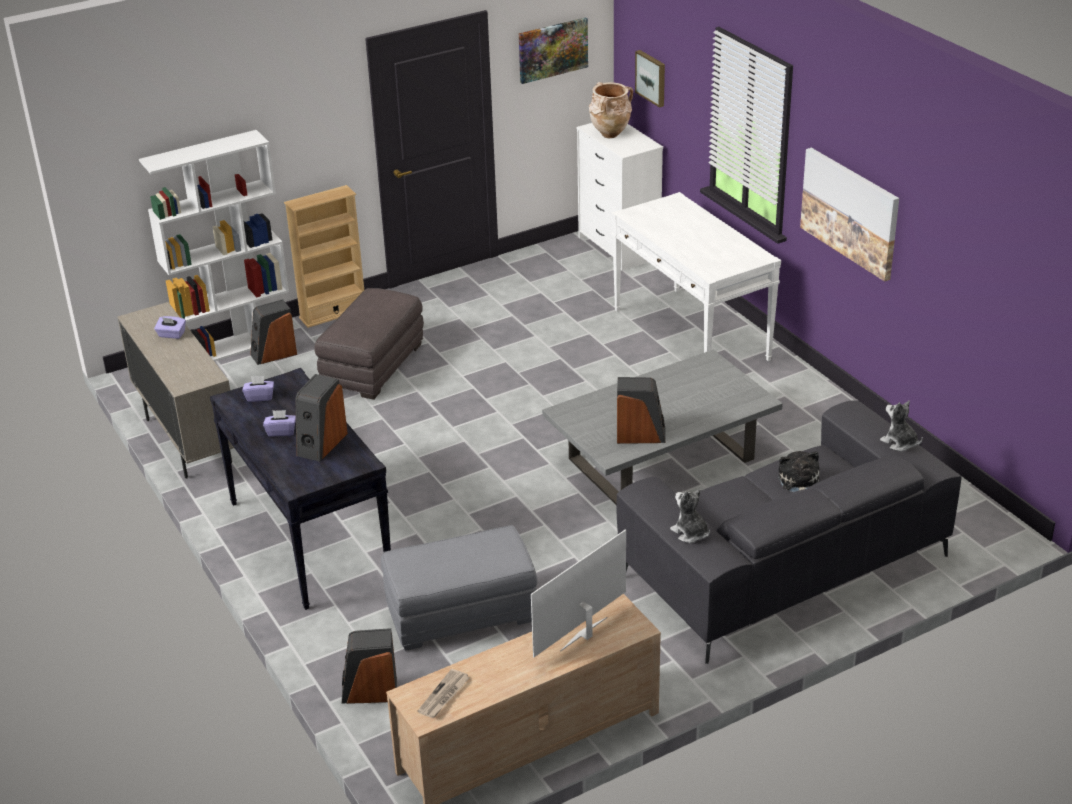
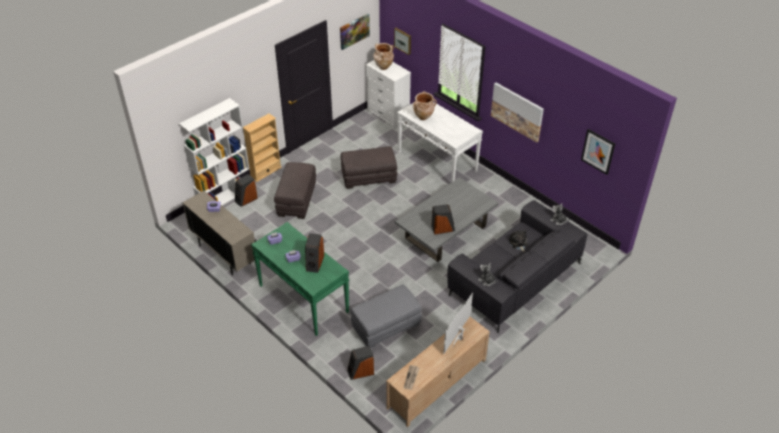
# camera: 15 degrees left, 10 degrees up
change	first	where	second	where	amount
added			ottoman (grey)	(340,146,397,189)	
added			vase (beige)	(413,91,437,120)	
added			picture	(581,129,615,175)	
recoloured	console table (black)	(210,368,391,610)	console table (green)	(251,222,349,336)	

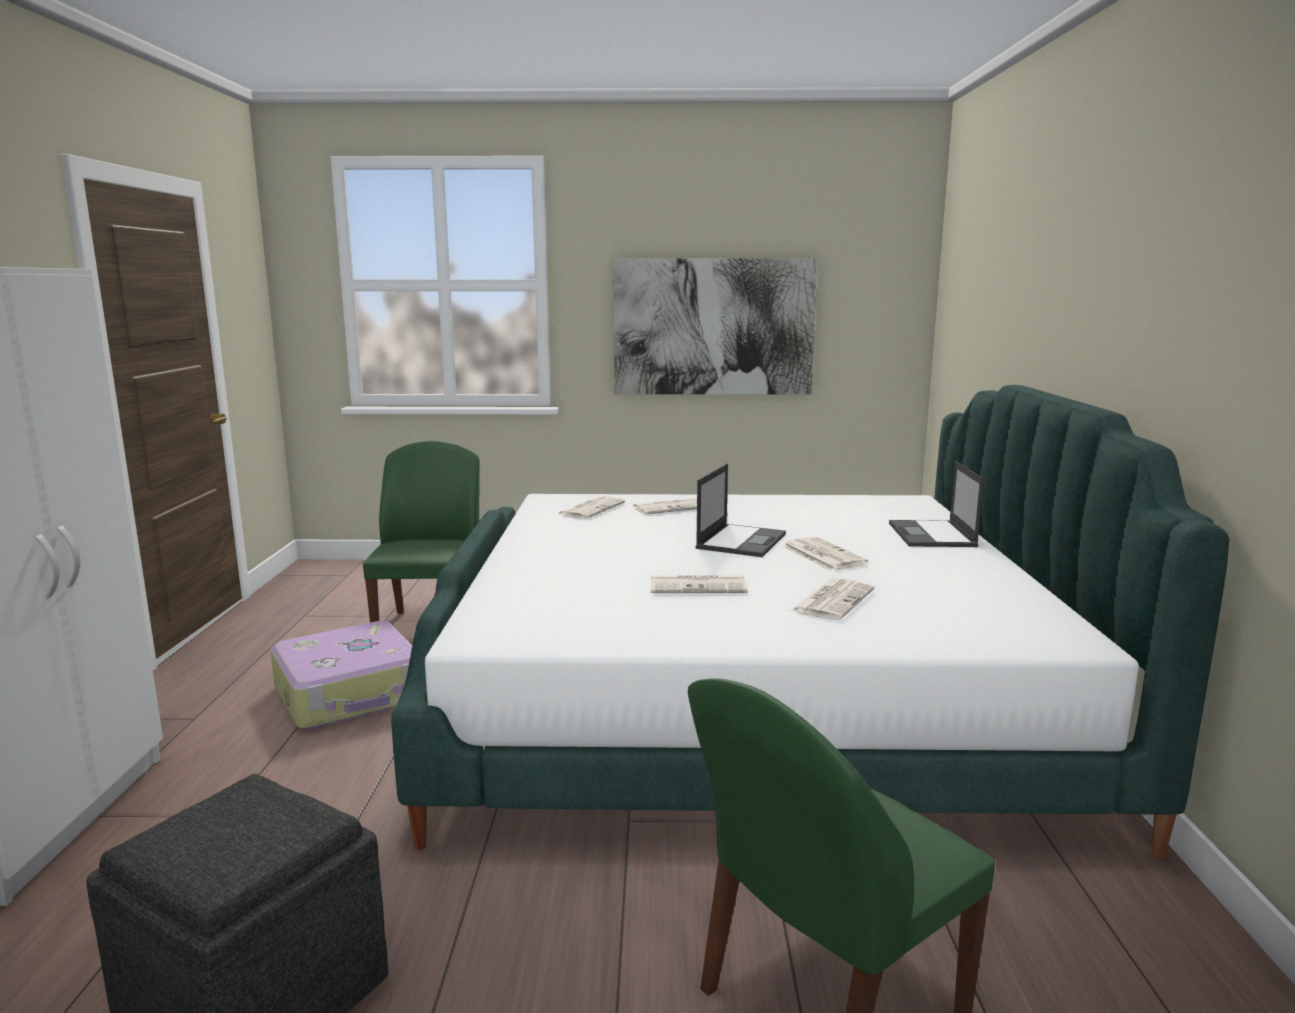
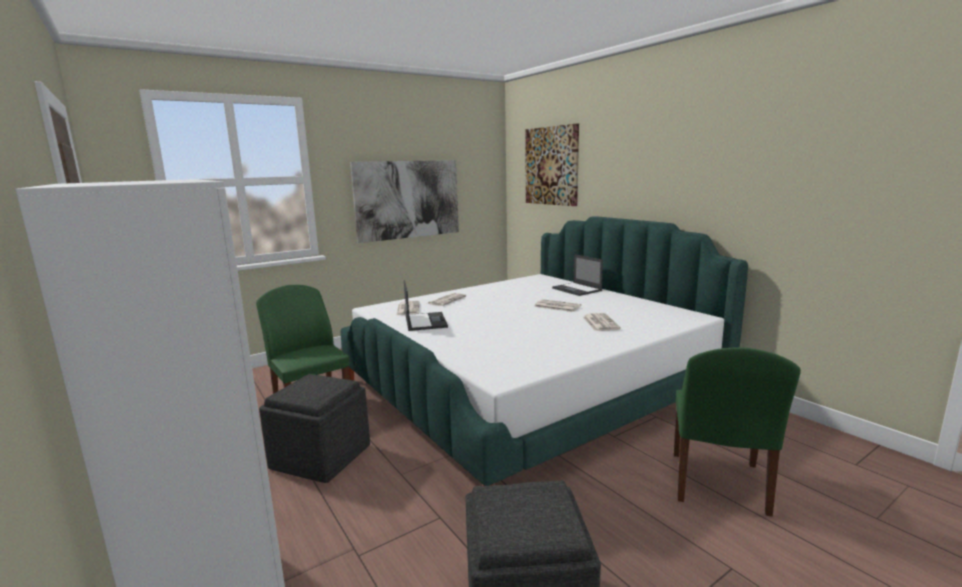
# camera: 35 degrees left, 0 degrees up
change	first	where	second	where	amount
removed	newspaper	(651,575,748,593)			
added			picture	(525,123,579,206)	
moved	laptop	(696,463,786,557)		(404,280,448,331)	
replaced	suitcase	(270,621,412,729)	ottoman (grey)	(259,374,370,483)	

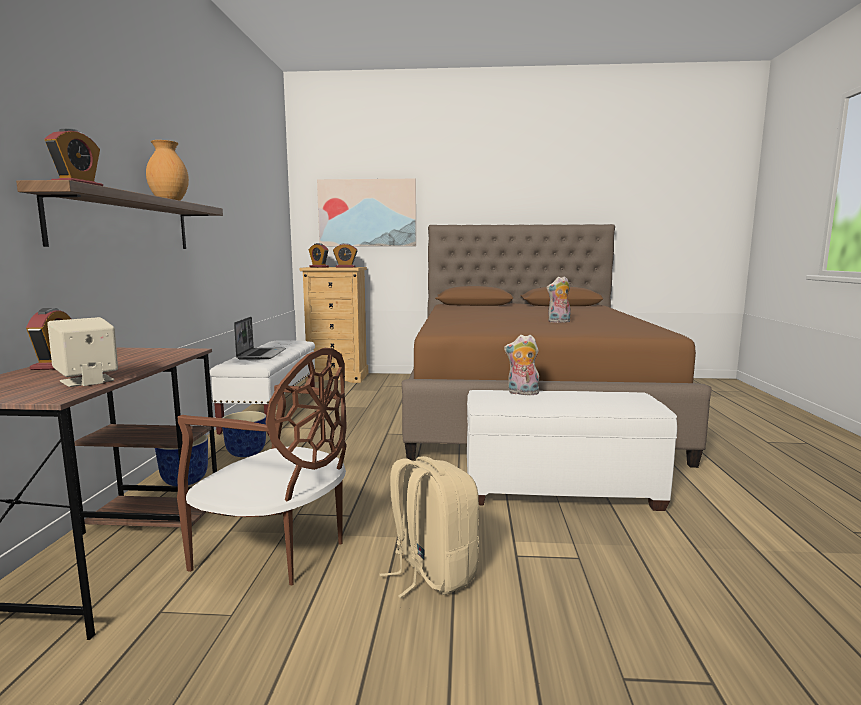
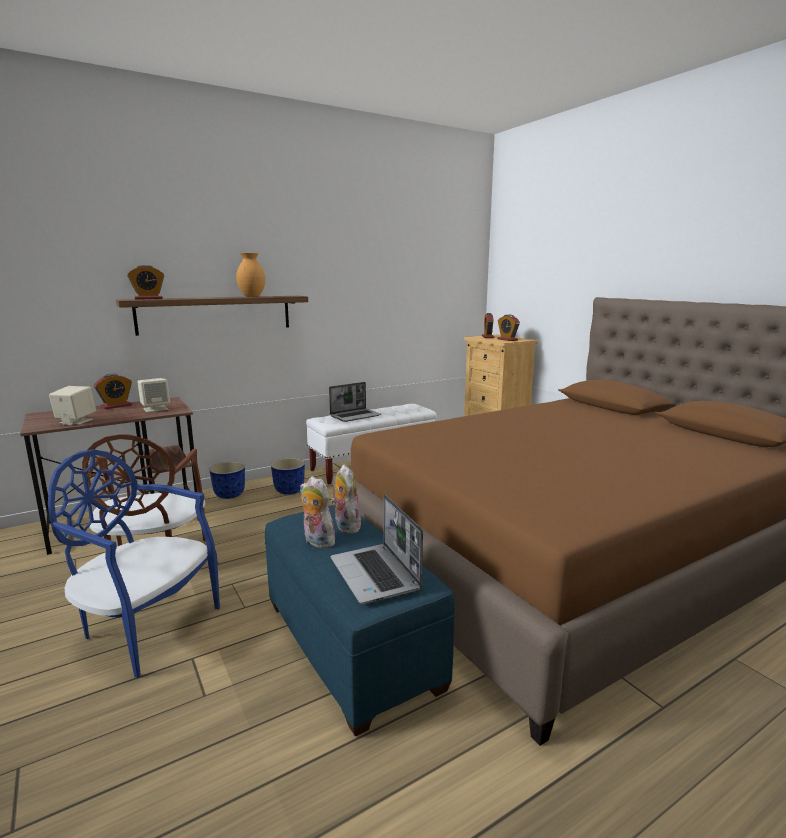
# camera: 55 degrees right, 5 degrees up
change	first	where	second	where	amount
removed	picture	(317,179,416,246)			
added			speaker (beige)	(137,378,170,413)	
added			laptop	(330,494,423,604)	
moved	plush toy	(546,276,571,323)		(300,476,335,548)	
replaced	backpack (beige)	(379,456,479,598)	chair (blue)	(48,449,220,678)	
recoloured	ottoman (white)	(467,390,677,511)	ottoman (blue)	(265,505,456,737)	

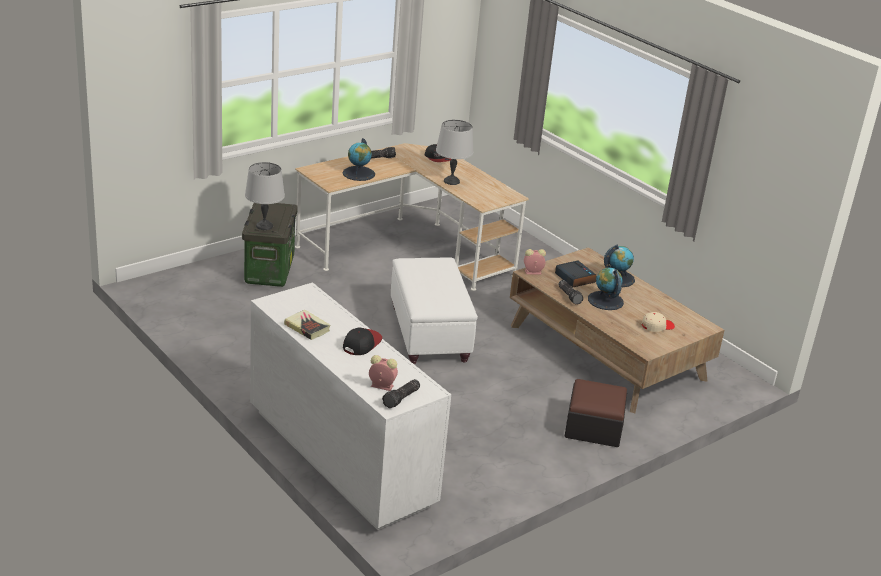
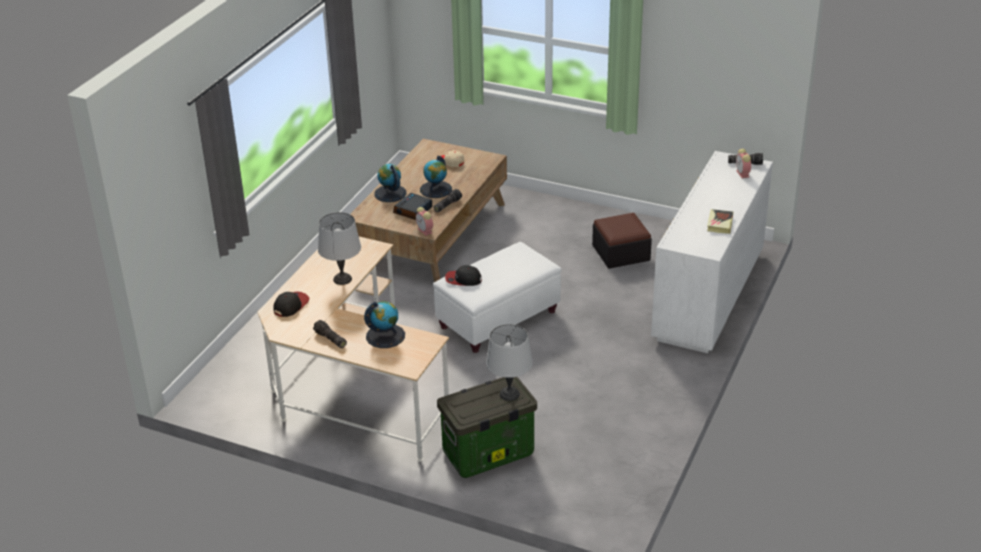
# camera: 115 degrees left, 5 degrees up
change	first	where	second	where	amount
moved	cap	(343,328,382,355)		(445,265,482,286)	
moved	ottoman	(564,379,627,447)		(592,213,652,269)	

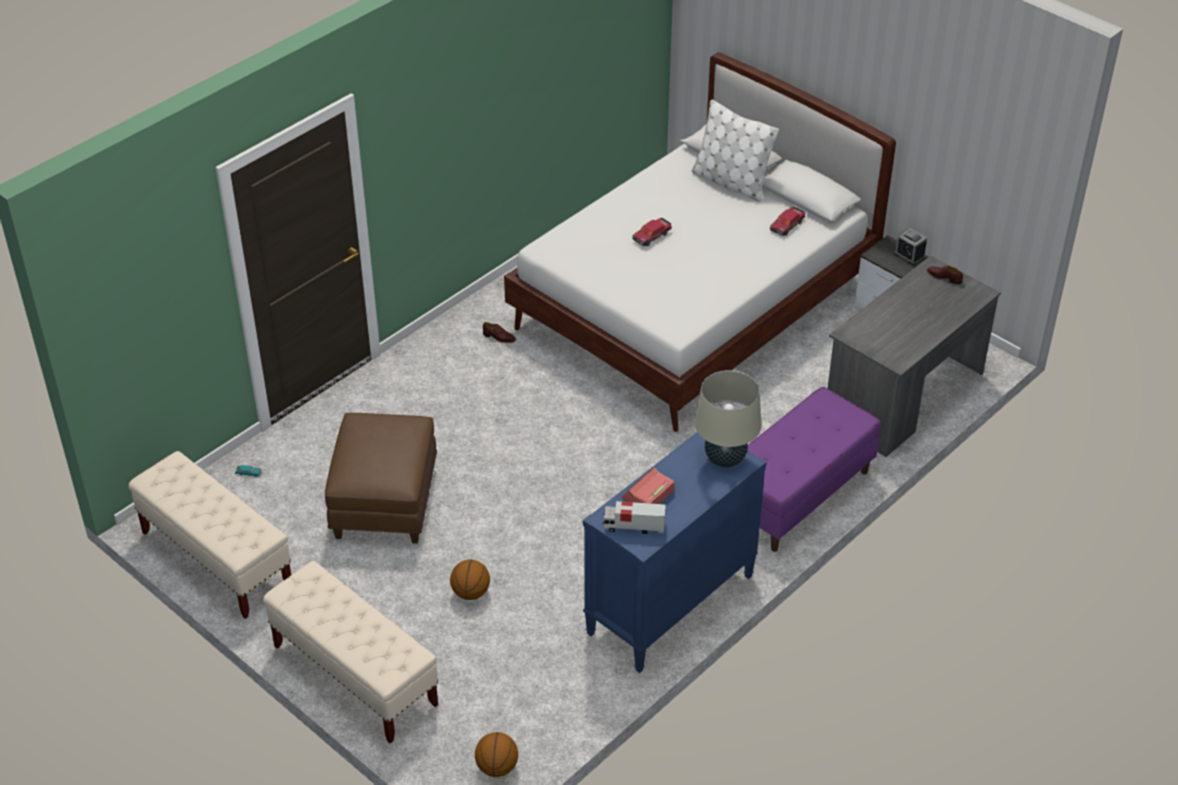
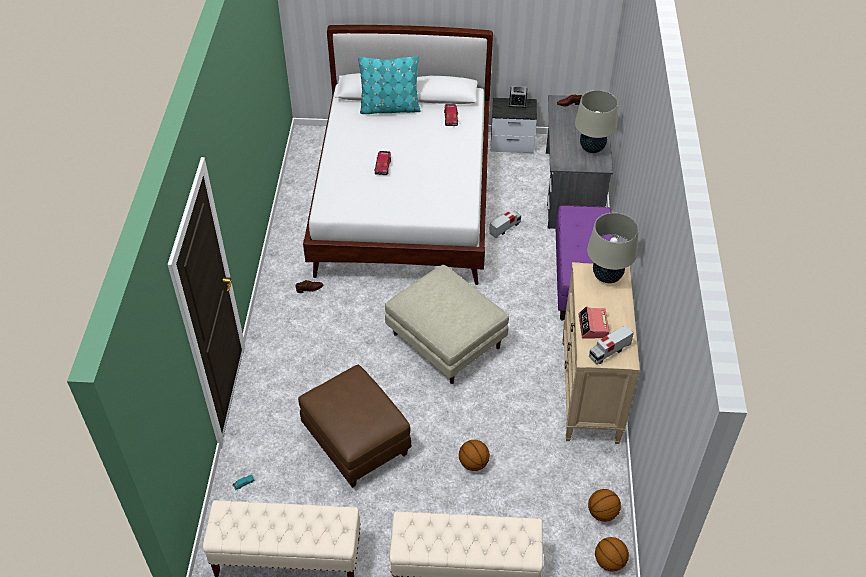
# camera: 40 degrees left, 5 degrees up
change	first	where	second	where	amount
added			ottoman (beige)	(385,265,509,384)	
added			toy truck	(489,210,521,238)	
added			table lamp (beige)	(575,90,618,153)	
added			basketball	(588,489,621,522)	
recoloured	dresser (blue)	(583,432,766,673)	dresser (beige)	(562,262,640,444)	
recoloured	pillow (white)	(692,99,779,202)	pillow (turquoise)	(358,56,420,114)	

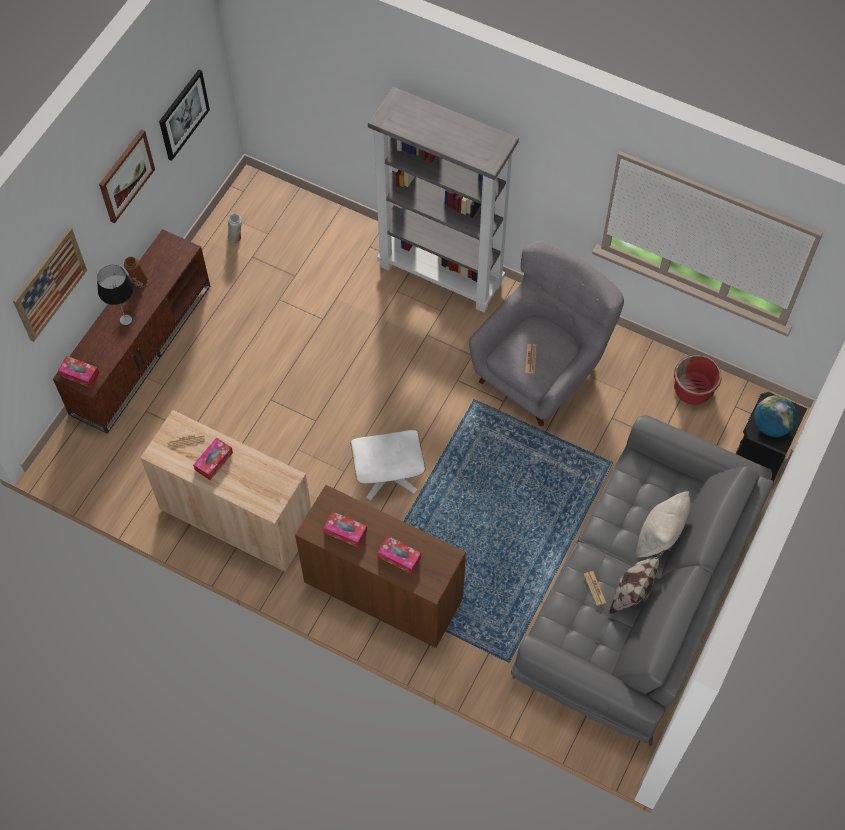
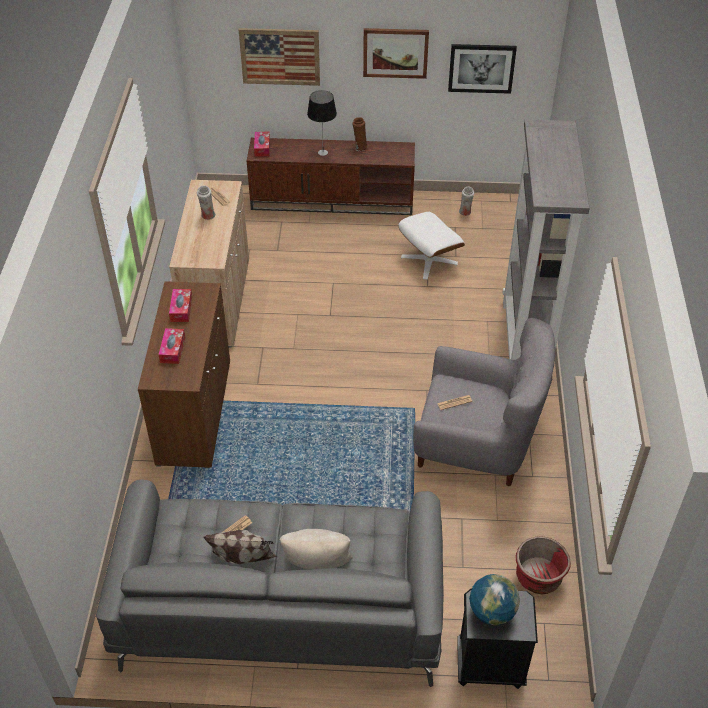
# camera: 65 degrees right, 15 degrees down
change	first	where	second	where	amount
moved	ottoman (white)	(350,430,425,500)		(398,212,465,280)	
replaced	tissue box	(193,438,233,480)	vase (white)	(197,186,216,220)	

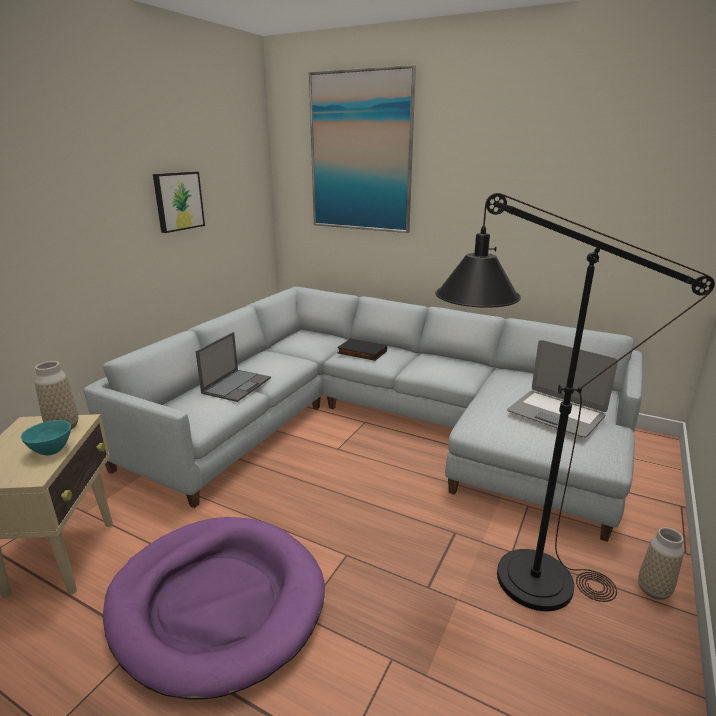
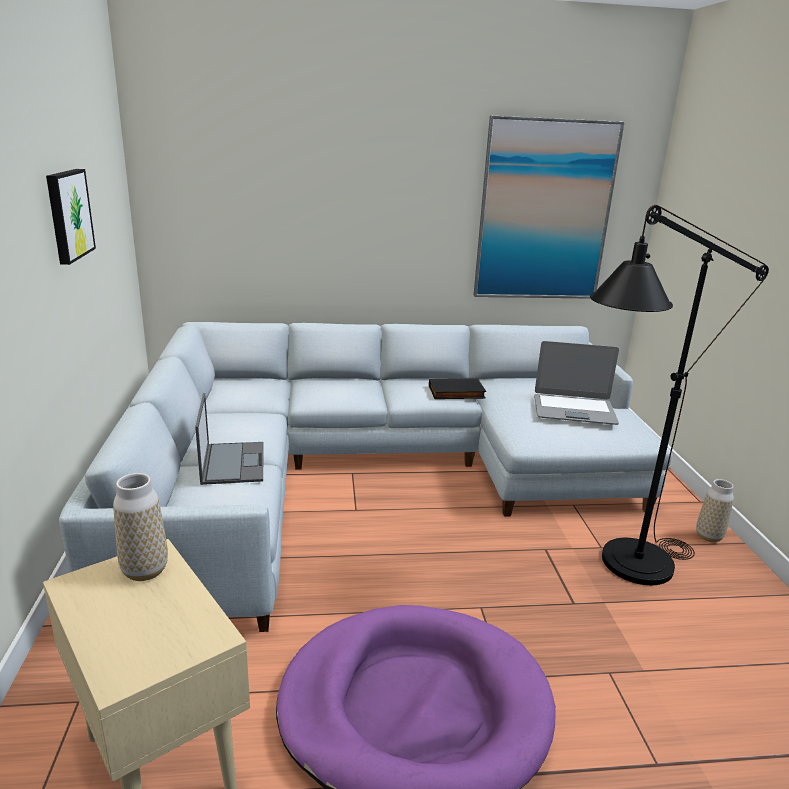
# camera: 35 degrees left, 0 degrees up
change	first	where	second	where	amount
removed	bowl (turquoise)	(21,420,71,455)			
moved	picture	(309,65,416,233)		(474,115,625,299)	
moved	book (black)	(337,338,387,361)		(429,378,486,399)	

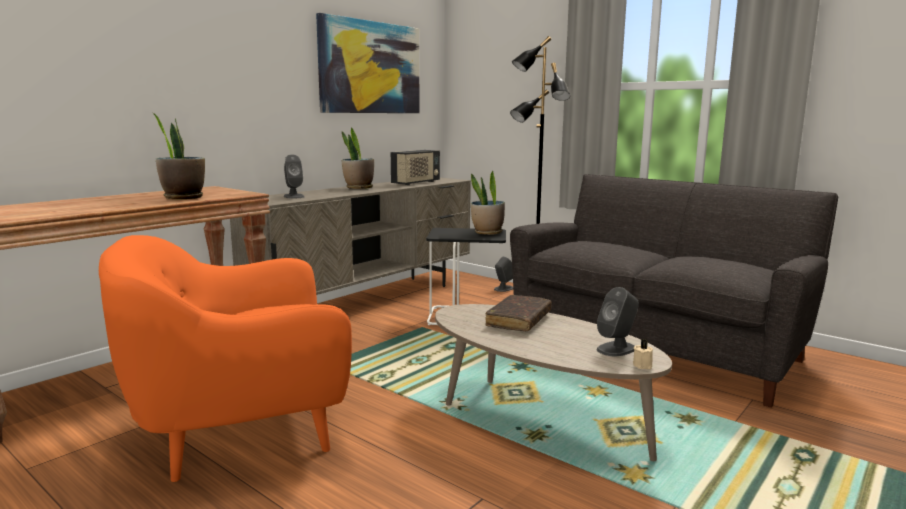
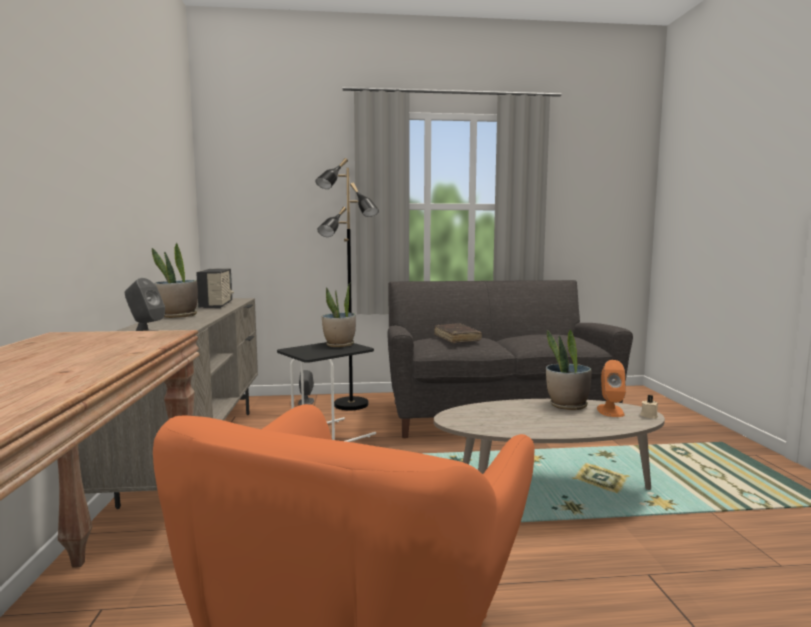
# camera: 45 degrees left, 5 degrees down
change	first	where	second	where	amount
removed	picture	(316,13,419,113)			
moved	potted plant	(153,113,205,199)		(546,329,592,410)	
moved	book (brown)	(485,295,552,331)		(434,323,482,343)	
recoloured	speaker (grey)	(597,287,639,356)	speaker (orange)	(597,360,626,417)	

